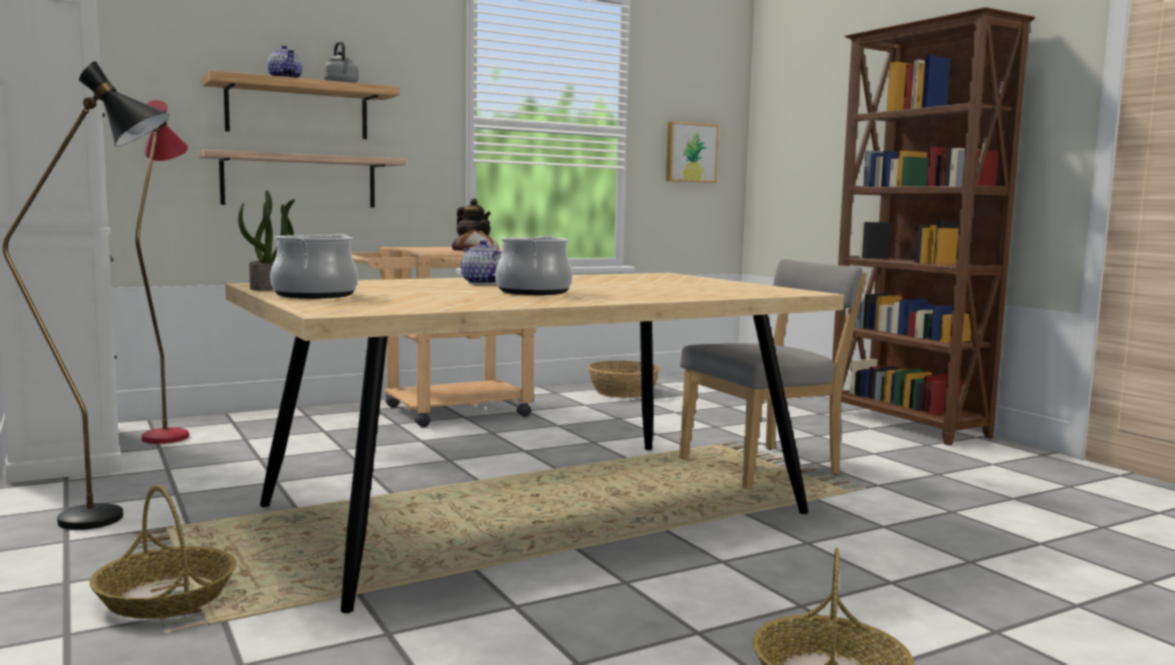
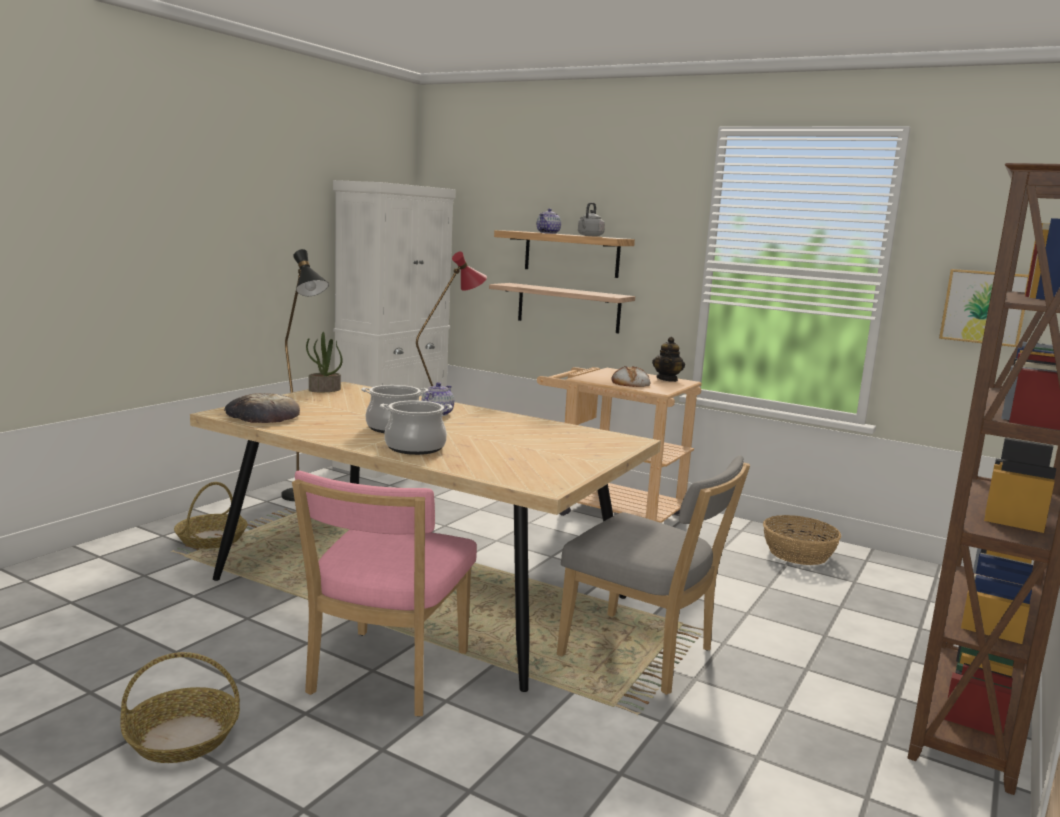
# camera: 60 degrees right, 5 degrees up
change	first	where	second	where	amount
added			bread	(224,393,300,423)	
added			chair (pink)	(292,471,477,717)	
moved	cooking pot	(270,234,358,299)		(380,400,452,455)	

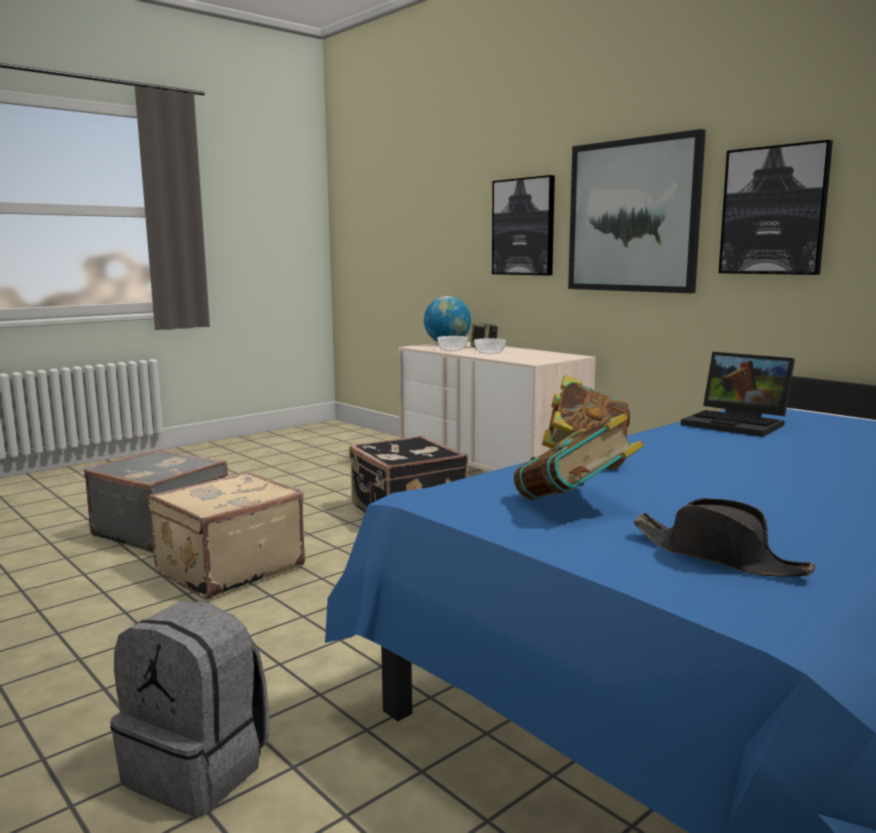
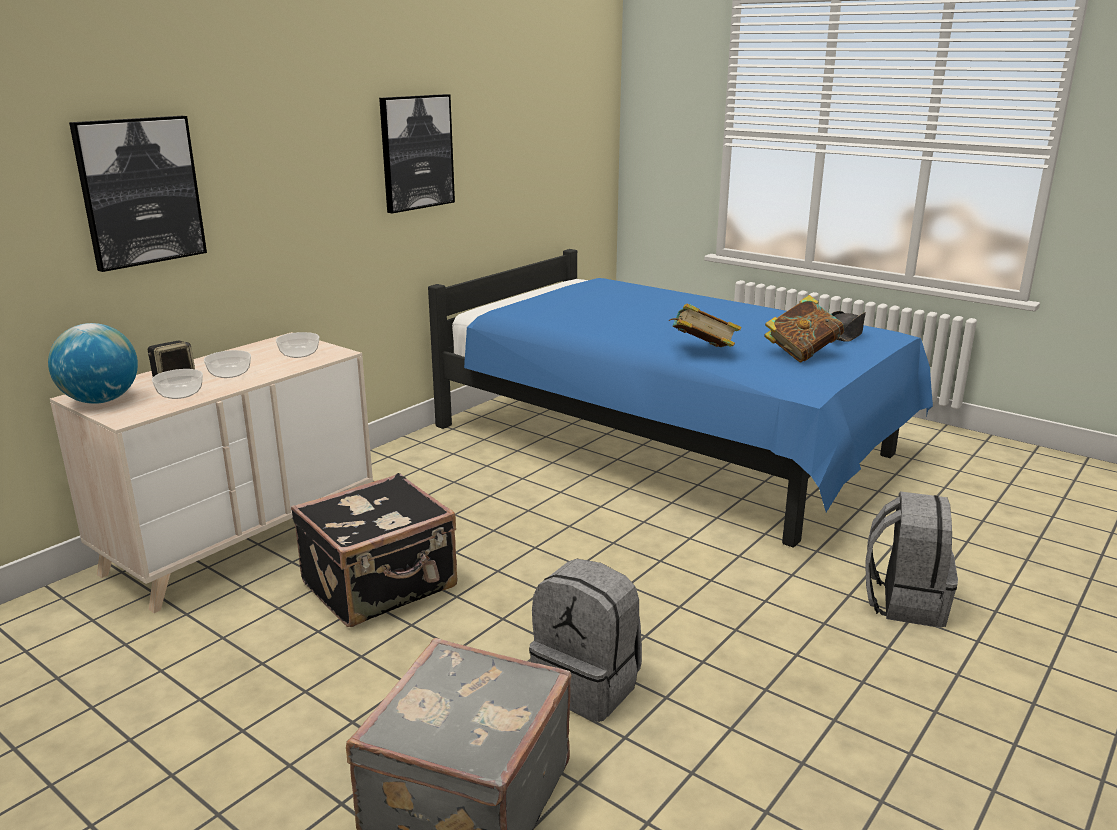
# camera: 100 degrees left, 10 degrees up
change	first	where	second	where	amount
removed	picture	(568,129,706,293)			
removed	laptop	(681,352,795,437)			
added			bowl	(276,332,319,358)	
replaced	suitcase (beige)	(148,471,305,599)	backpack (grey)	(529,559,642,722)	

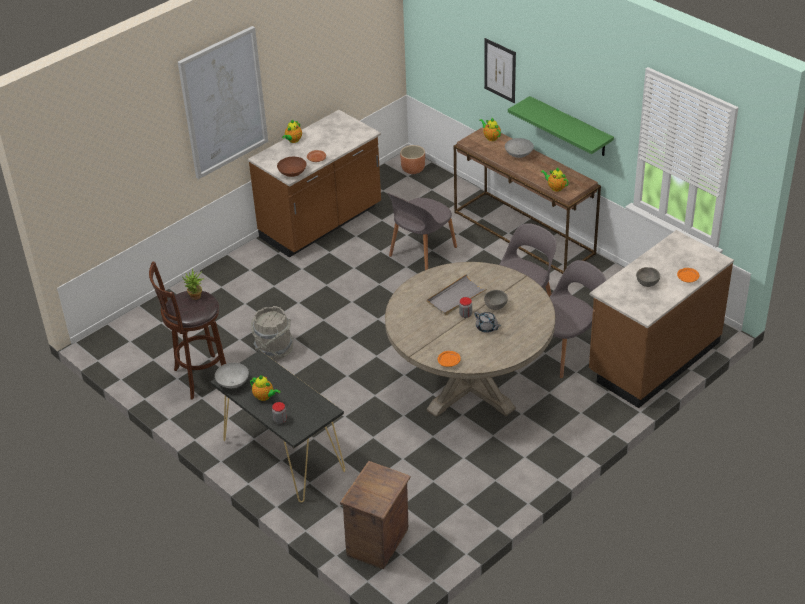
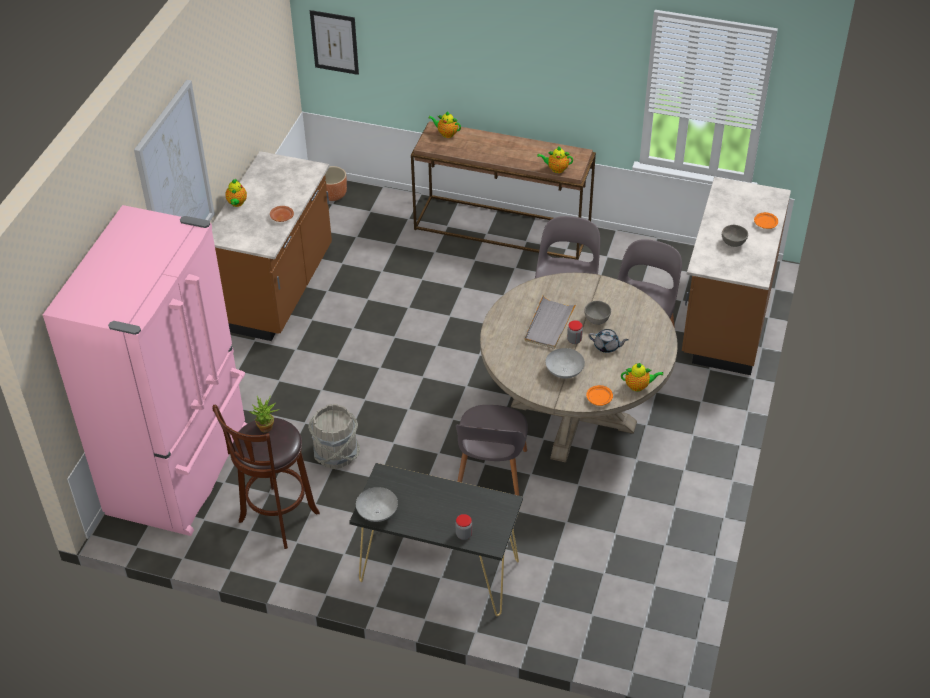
# camera: 30 degrees left, 5 degrees up
change	first	where	second	where	amount
removed	bowl (brown)	(277,157,307,177)			
removed	crate	(340,461,411,569)			
removed	shelf (green)	(508,96,614,156)			
added			fridge (pink)	(43,205,247,536)	
moved	teapot	(250,375,281,401)		(621,363,663,392)	
moved	chair (grey)	(387,193,457,270)		(456,405,528,496)	
moved	picture	(484,38,516,103)		(310,10,359,75)	
moved	bowl (grey)	(505,138,534,158)		(546,348,585,379)	

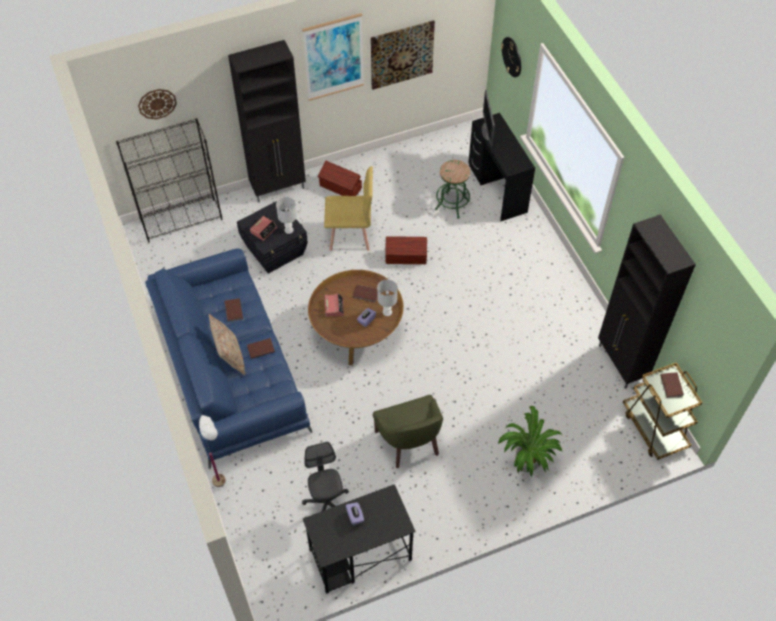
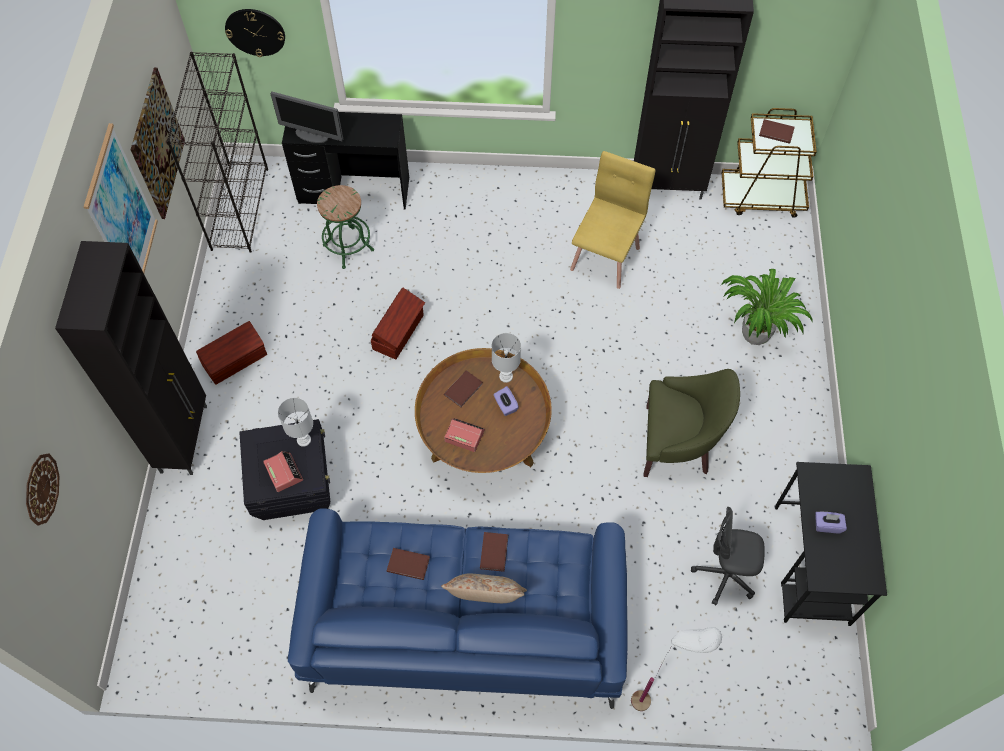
# camera: 65 degrees left, 5 degrees up
change	first	where	second	where	amount
moved	bookcase (black)	(116,118,223,242)		(166,52,268,253)	
moved	chair (yellow)	(324,166,373,251)		(570,151,655,289)	

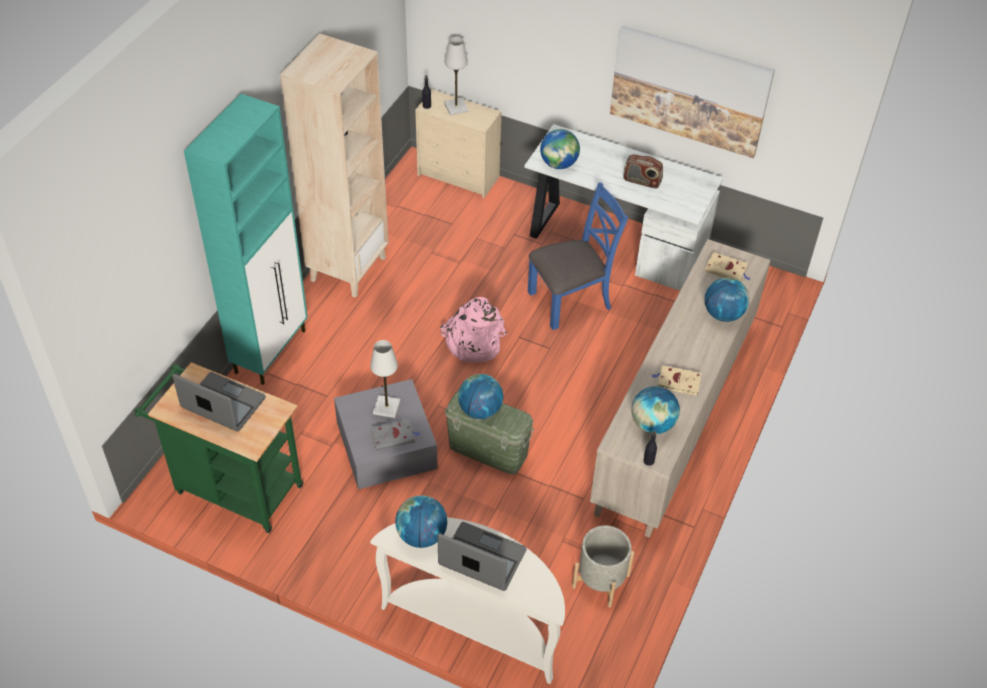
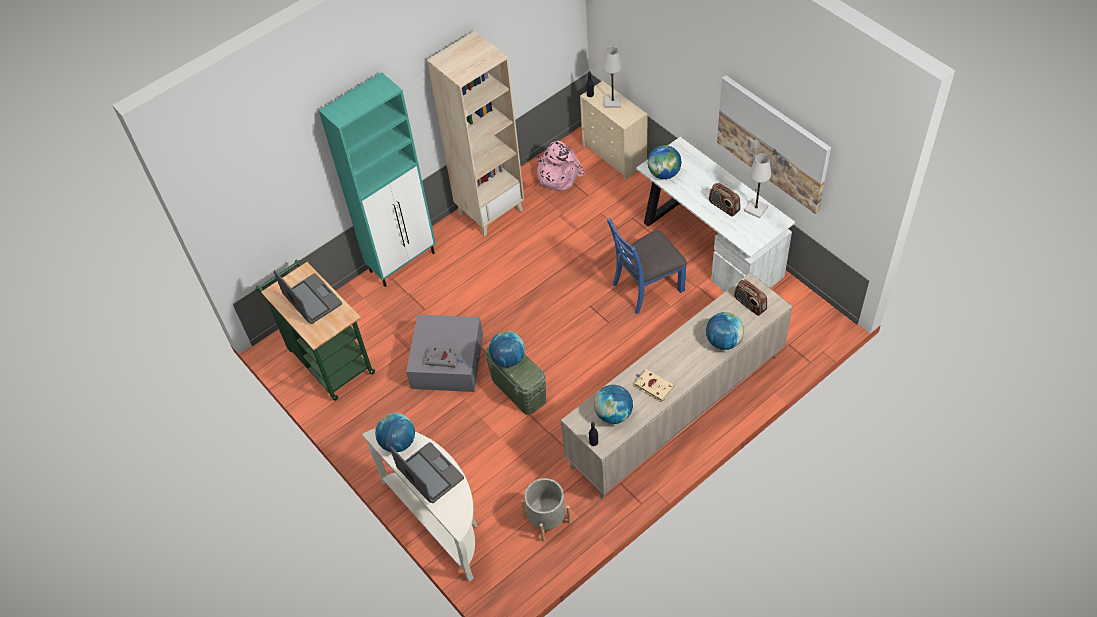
# camera: 30 degrees right, 5 degrees up
change	first	where	second	where	amount
moved	table lamp (white)	(370,340,401,418)		(744,153,771,218)	
moved	backpack (pink)	(440,297,507,362)		(537,141,584,191)	
replaced	book (beige)	(705,252,751,282)	radio	(734,279,767,316)	
turned	chair (blue)	(528,182,628,330)		(607,217,687,314)	150 degrees clockwise

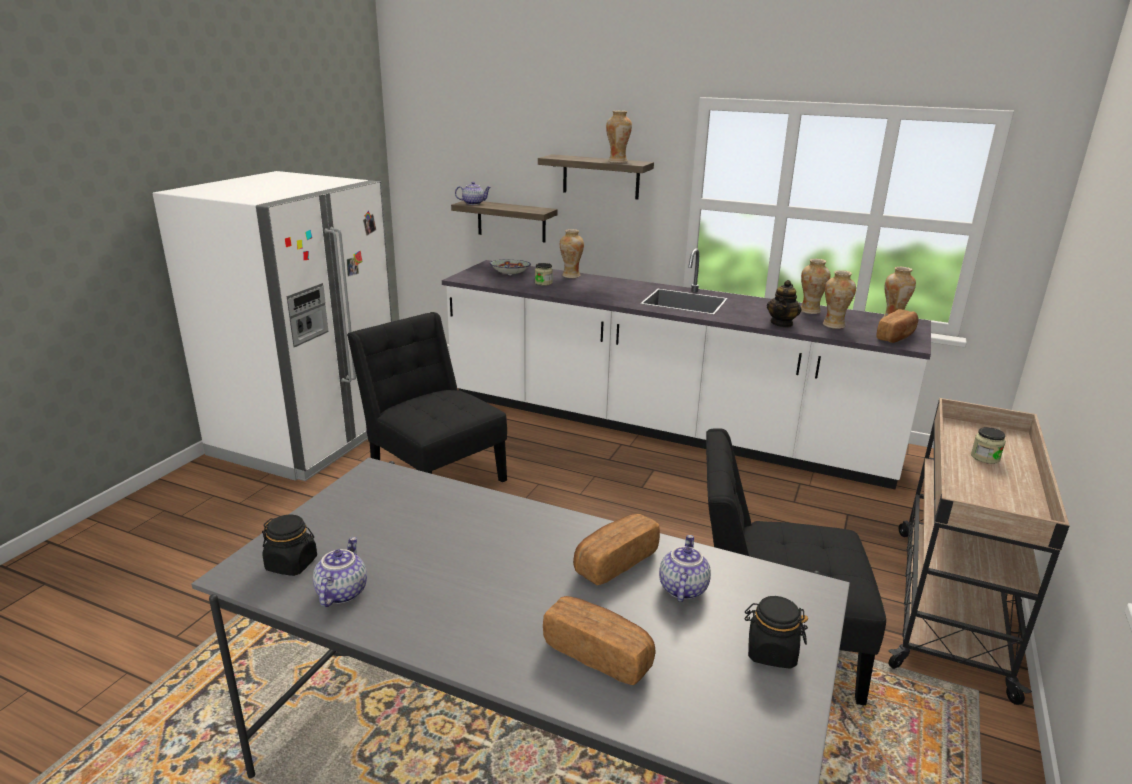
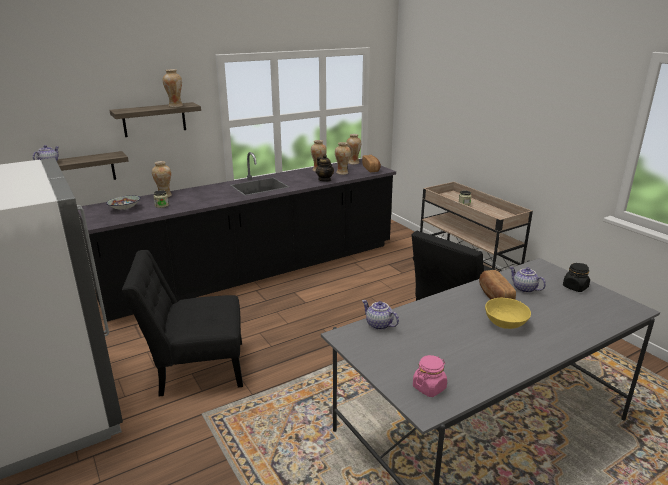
# camera: 55 degrees left, 0 degrees up
change	first	where	second	where	amount
removed	bread	(543,596,656,685)			
added			bowl (yellow)	(485,298,531,329)	
moved	teapot	(313,537,367,607)		(362,300,399,330)	
recoloured	jar (black)	(262,515,317,576)	jar (pink)	(413,355,447,397)	
recoloured	counter (white)	(442,248,931,490)	counter (black)	(78,152,396,322)	

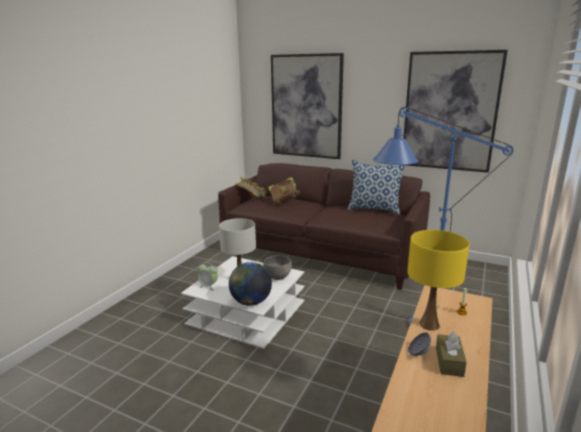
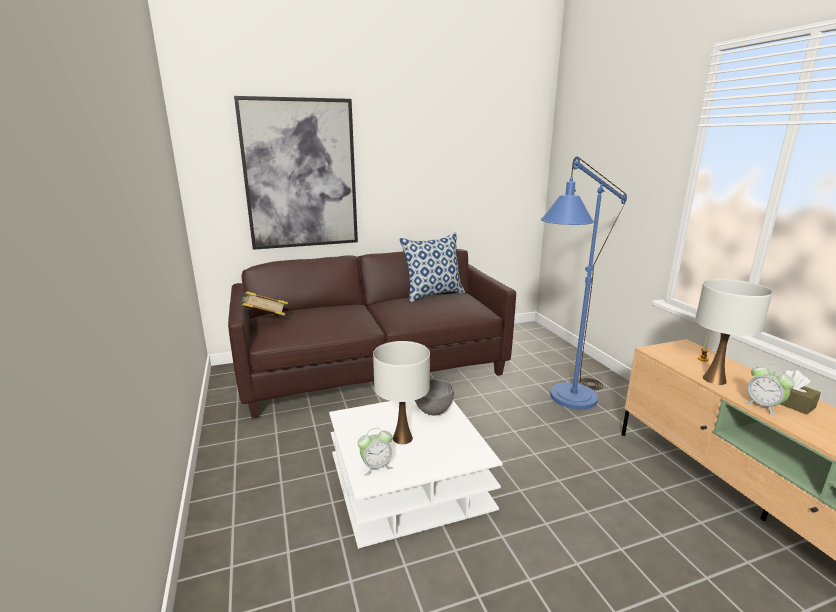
# camera: 45 degrees left, 0 degrees up
change	first	where	second	where	amount
removed	globe	(229,262,272,306)			
removed	book	(268,177,300,206)			
removed	picture	(403,50,508,173)			
replaced	bowl	(408,332,431,356)	alarm clock	(743,364,795,416)	
recoloured	table lamp (yellow)	(407,230,470,331)	table lamp (white)	(695,279,773,385)	

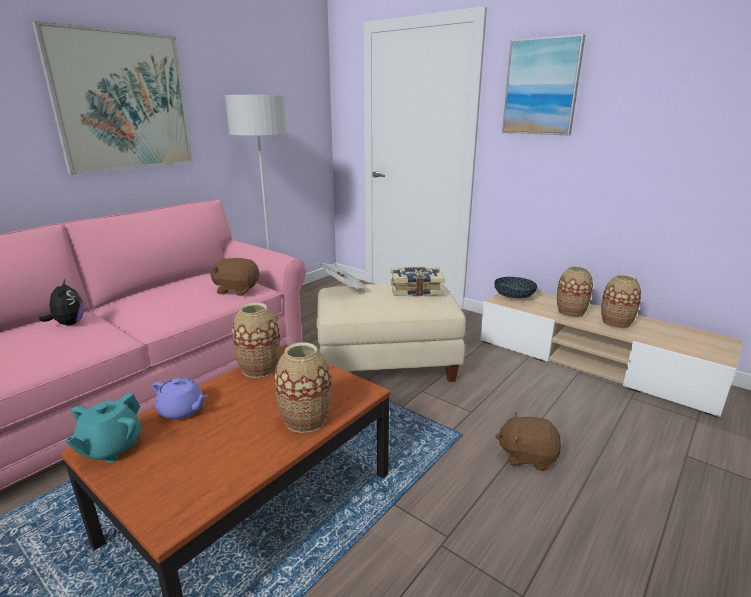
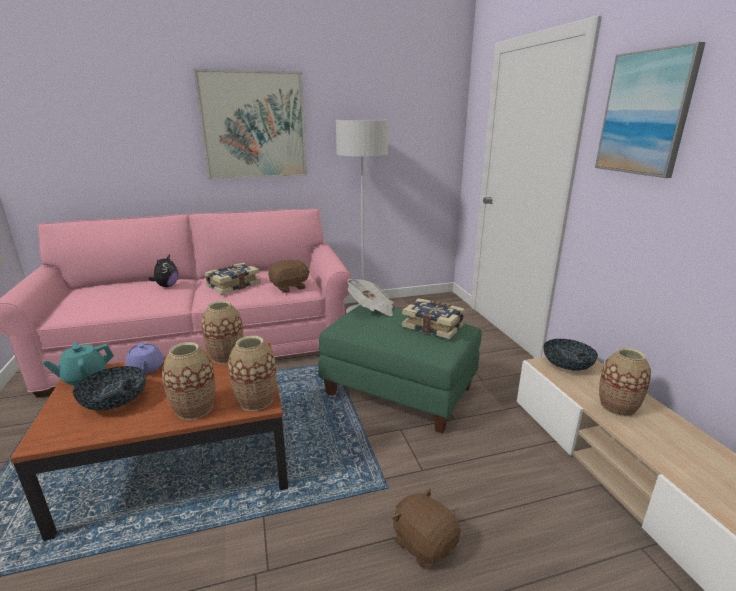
# camera: 35 degrees right, 0 degrees up
change	first	where	second	where	amount
added			bowl	(73,366,146,411)	
added			book	(205,263,261,295)	
moved	vase	(601,274,641,329)		(228,336,277,411)	
recoloured	ottoman (beige)	(316,284,466,382)	ottoman (green)	(318,305,481,434)	
turned	plush toy (brown)	(210,258,259,296)		(268,259,310,293)	105 degrees clockwise

